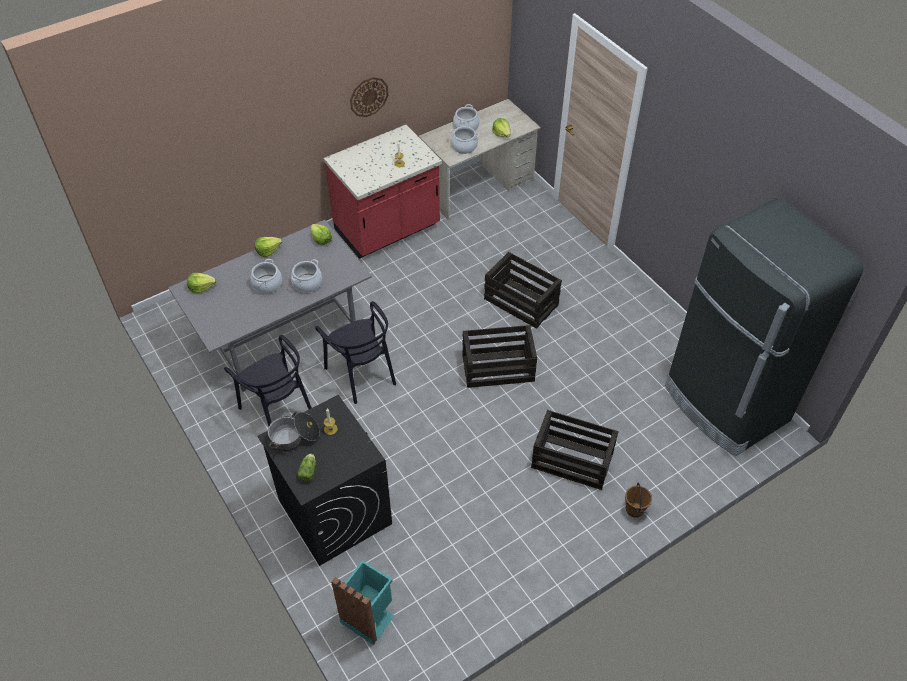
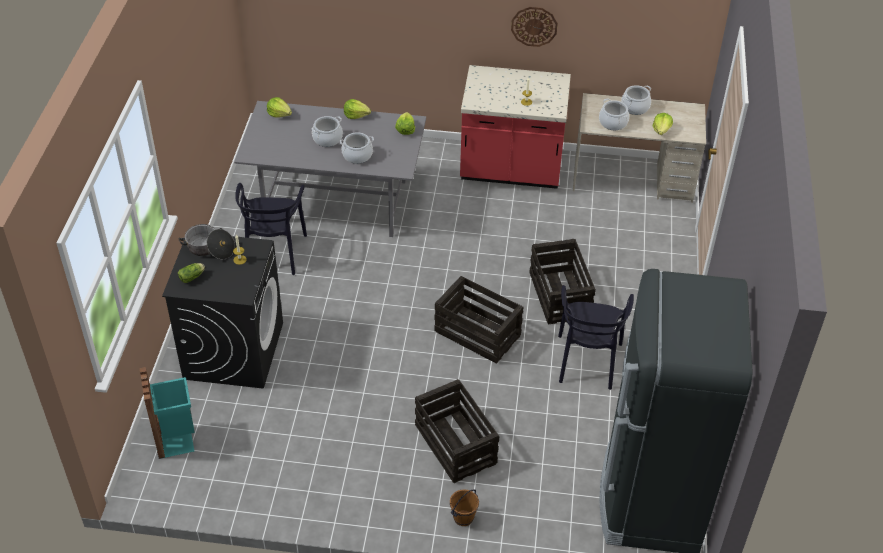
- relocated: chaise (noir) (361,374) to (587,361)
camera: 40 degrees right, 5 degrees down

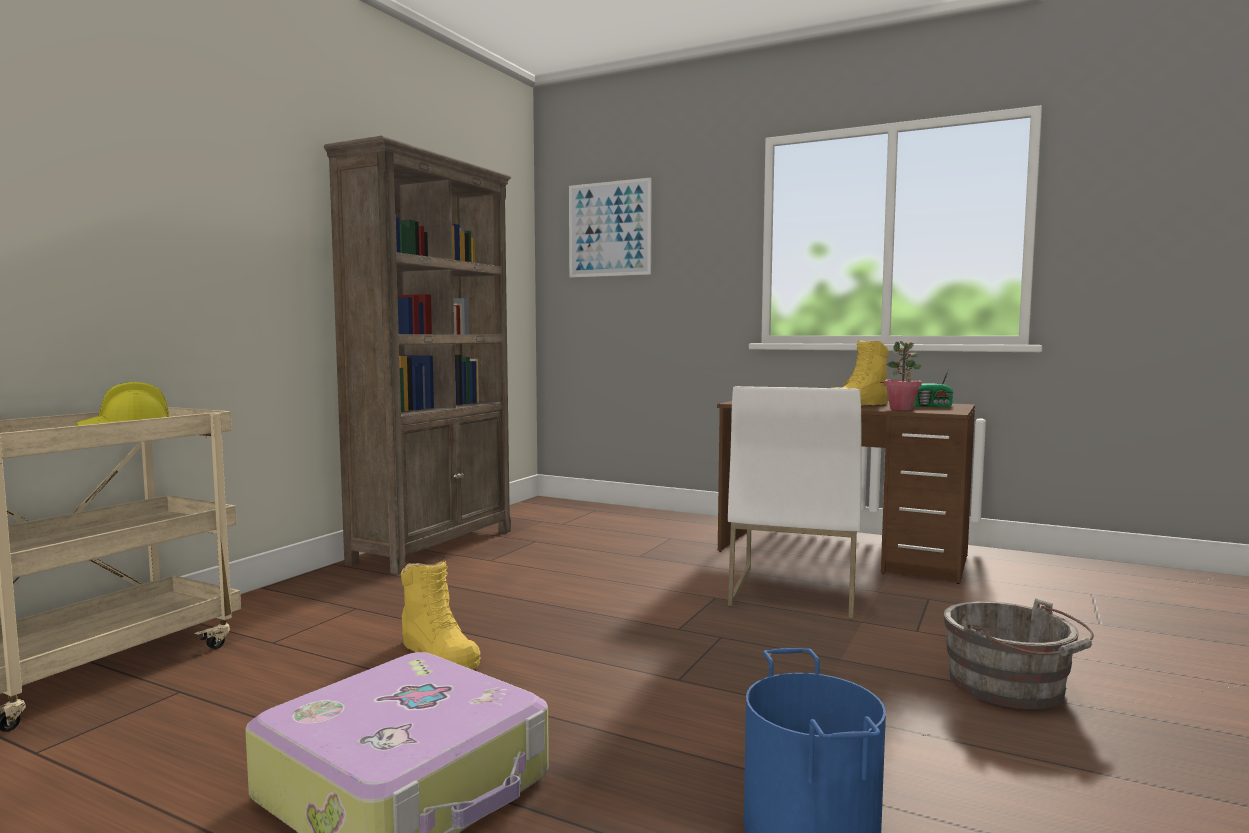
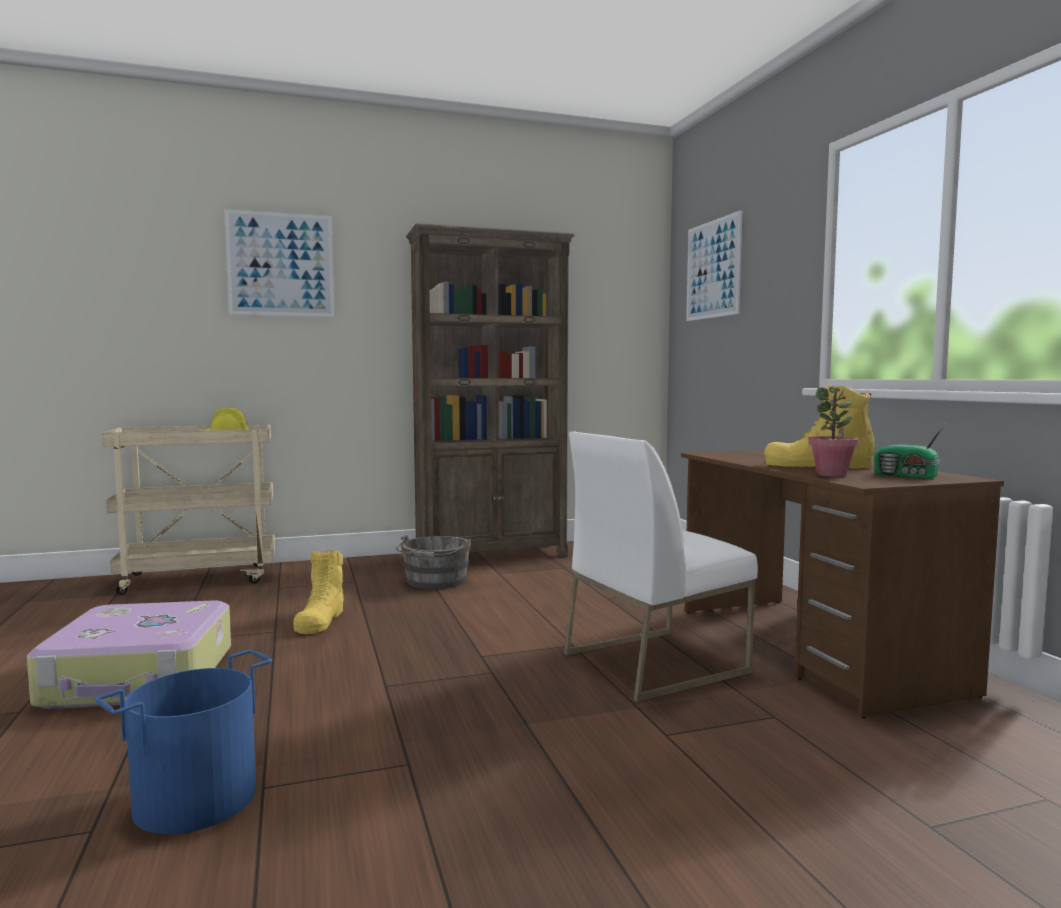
- relocated: seau (gris) (1012,687) to (435,581)
- appeared: tableau (281,264)
camera: 45 degrees right, 0 degrees up

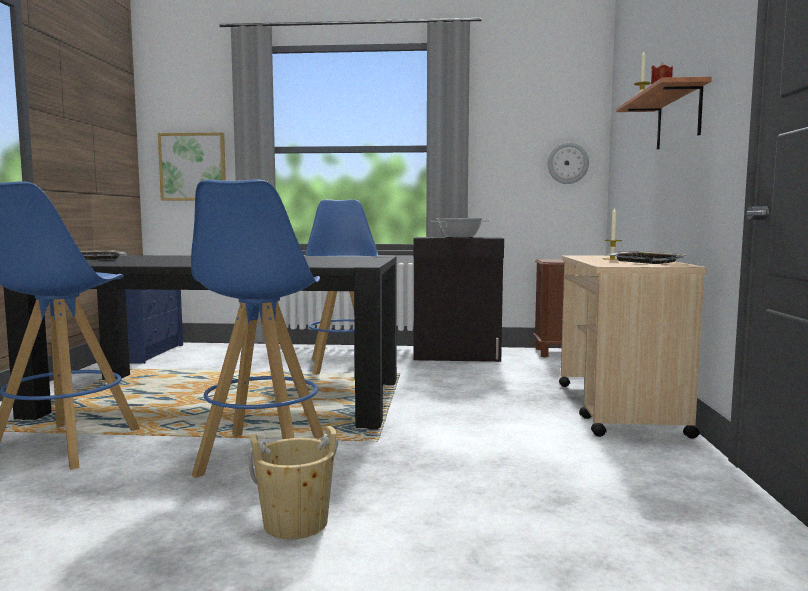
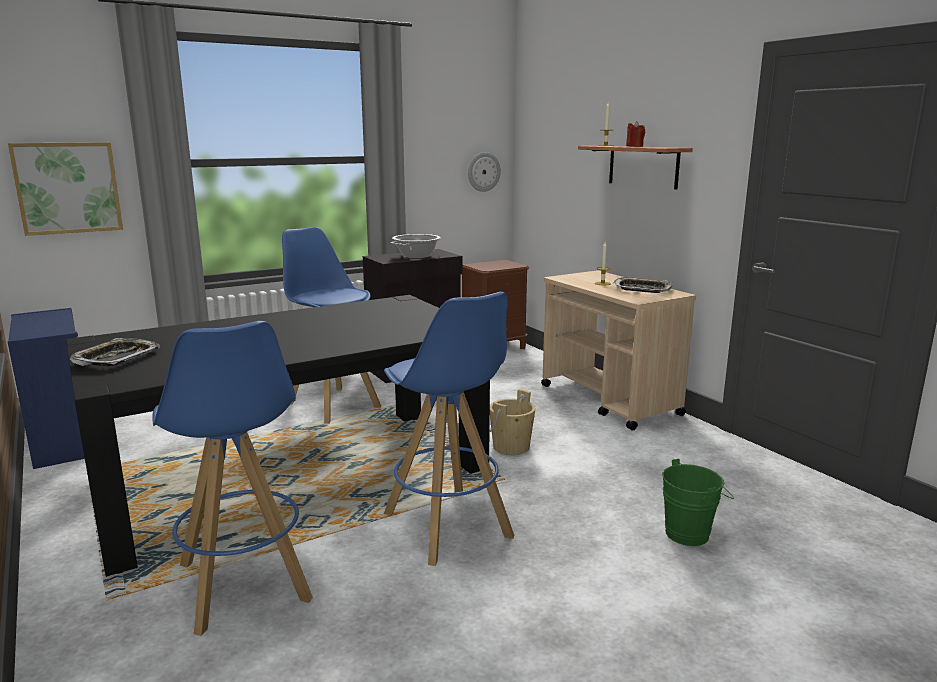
- relocated: seau (beige) (295,523) to (511,447)
- appeared: seau (vert) (691,533)
camera: 35 degrees left, 10 degrees up

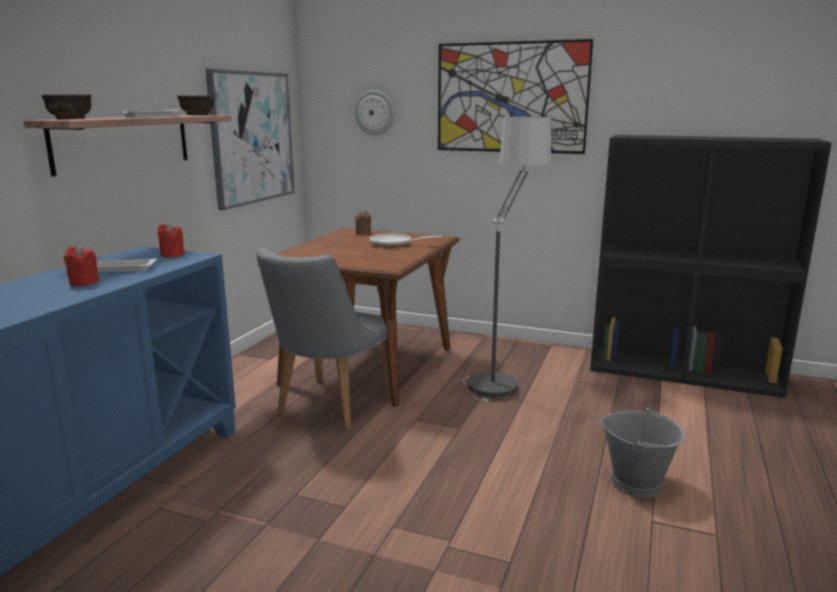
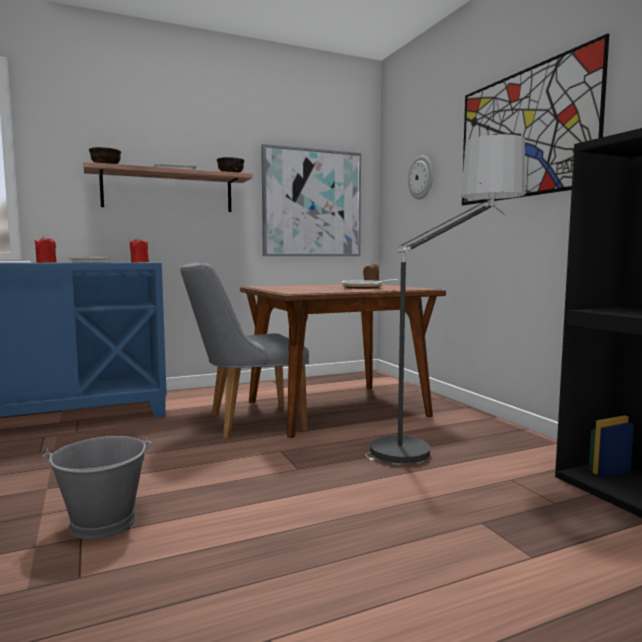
- relocated: seau (gris) (637,482) to (104,523)
camera: 45 degrees right, 10 degrees down

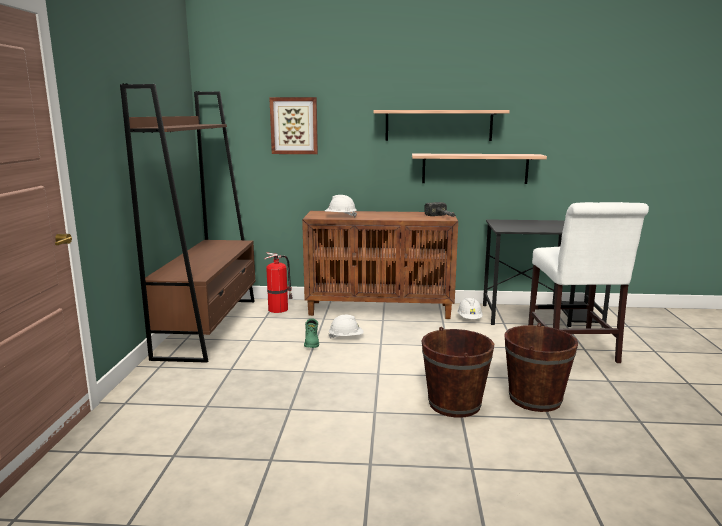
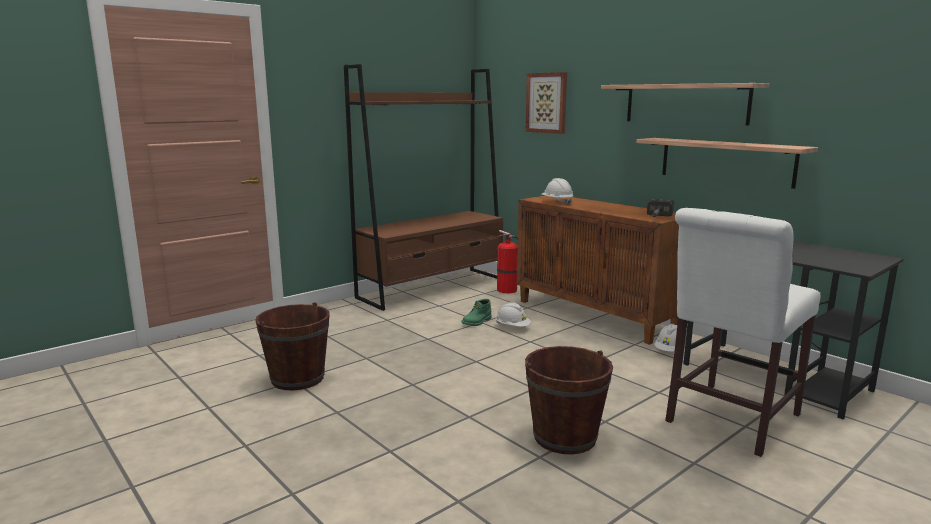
- relocated: seau (marron) (454,404) to (298,378)
camera: 45 degrees right, 0 degrees up

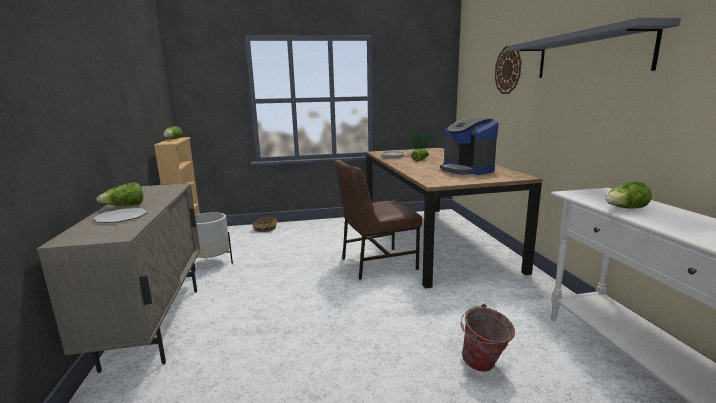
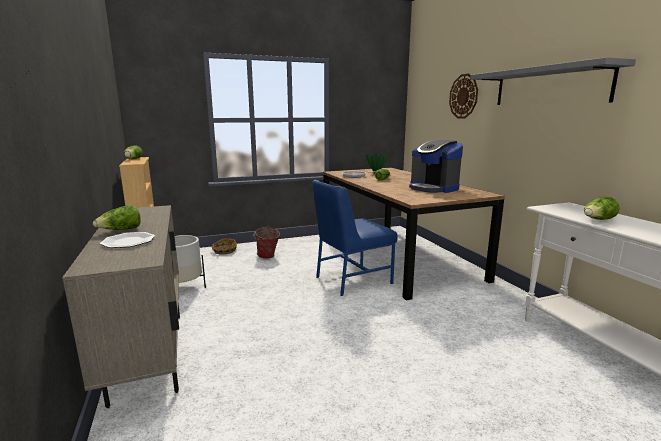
- colour: chaise (marron) (377,263) to chaise (bleu) (351,279)
- relocated: seau (483,366) to (267,257)
camera: 10 degrees left, 0 degrees up

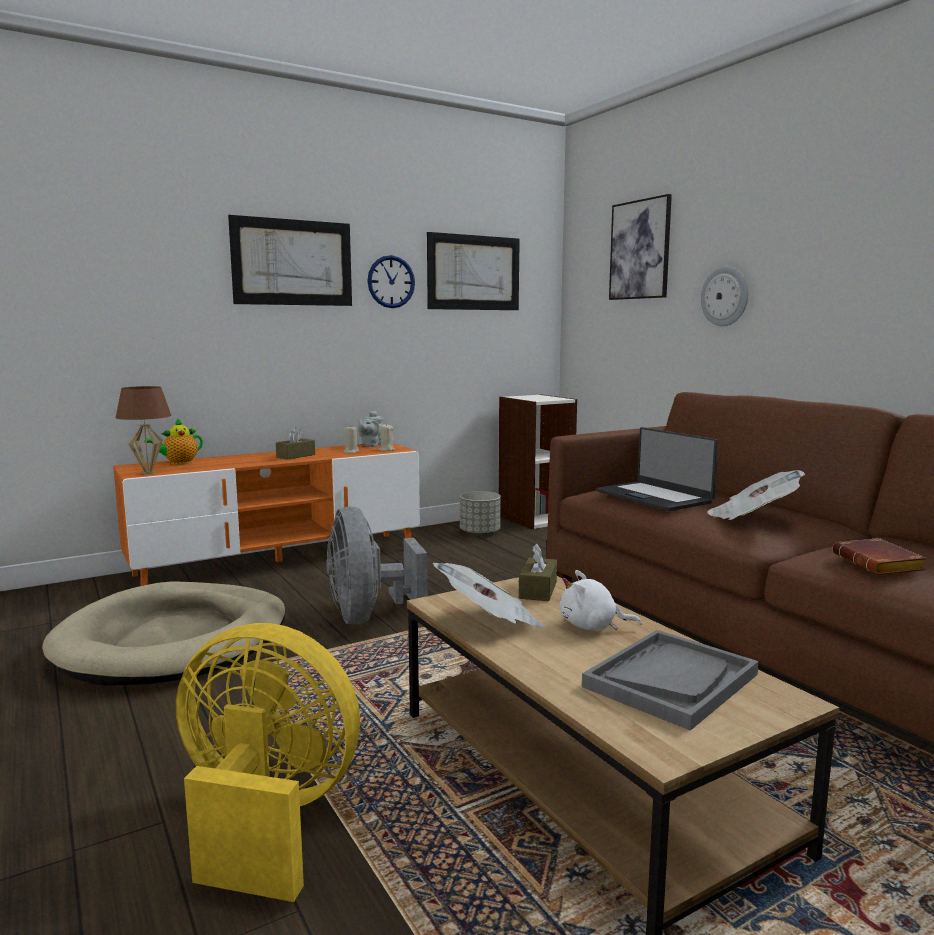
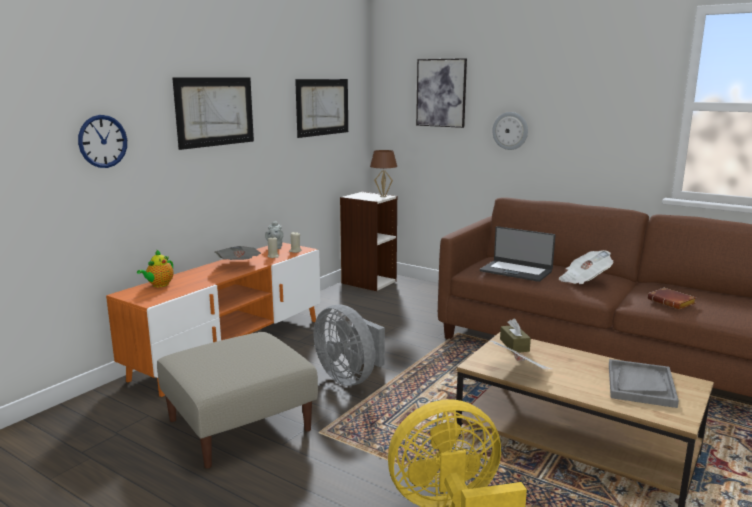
- relocated: horloge murale (391,282) to (102,141)
- relocated: lampe de table (marron) (148,472) to (383,196)
- exchanged: boîte à mouchoirs (marron) (296,456) to journal (239,265)
- missing: cache-pot (gris) (480,533)
- missing: peluche (blanc) (592,627)
- exchanged: panier pour chien (beige) (174,640) to pouf (beige) (240,424)
camera: 25 degrees left, 5 degrees up

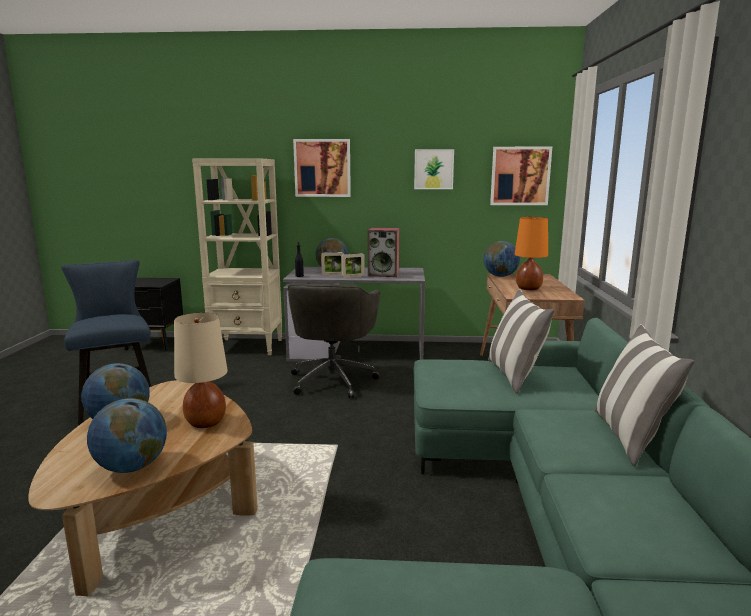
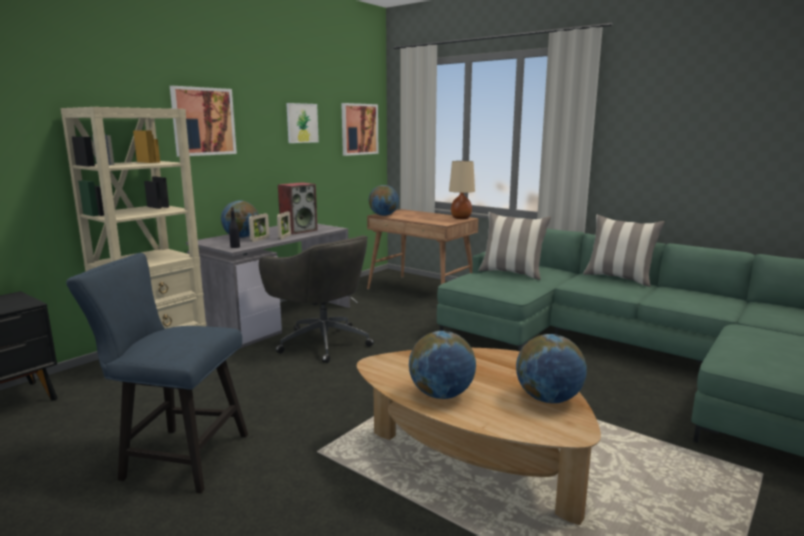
- missing: lampe de table (orange) (528,289)
- relocated: lampe de table (beige) (206,422) to (460,218)
camera: 55 degrees left, 0 degrees up

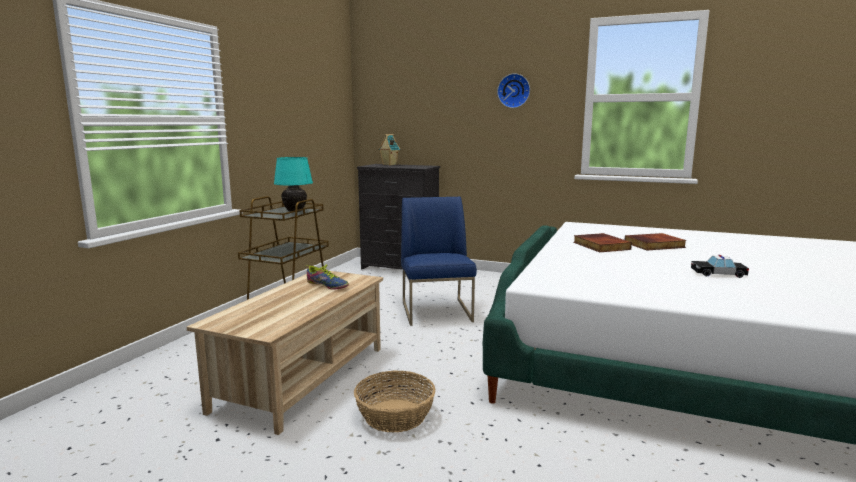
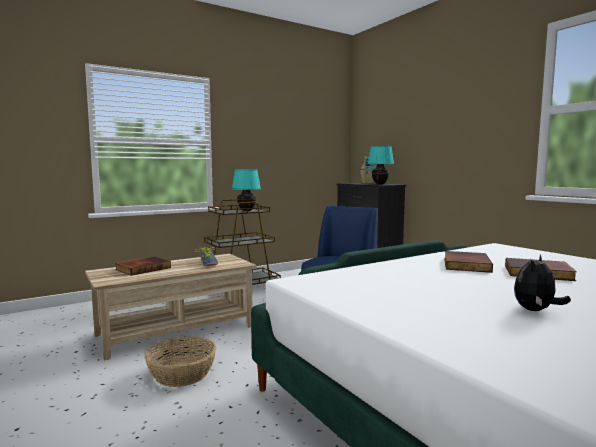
- missing: horloge murale (514,91)
- exchanged: petite voiture (718,274) to peluche (536,310)
- appeared: lampe de table (turquoise) (380,184)
- appeared: livre (143,268)
camera: 35 degrees right, 5 degrees down

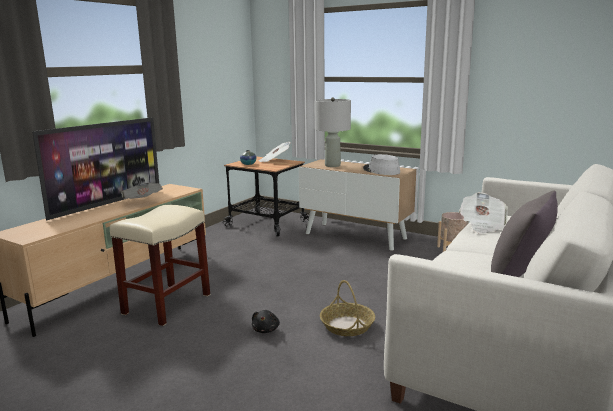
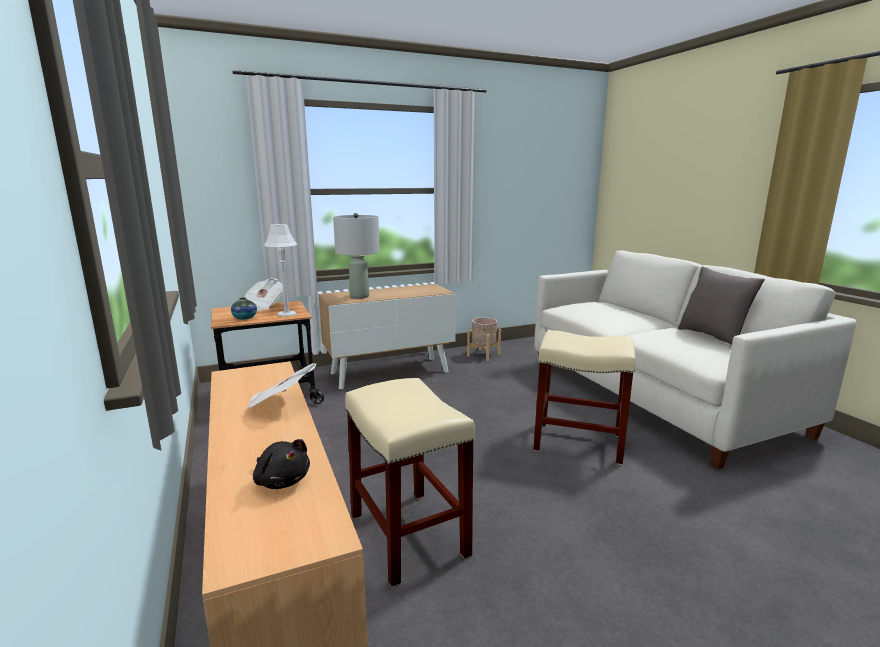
- missing: téléviseur (107,203)
- missing: chapeau (gris) (381,170)
- missing: journal (482,226)
- exchanged: panier (347,325) to tabouret (beige) (577,442)
- relocated: peluche (noir) (266,330) to (282,481)
- appeared: lampe de table (gris) (287,314)
camera: 55 degrees left, 0 degrees up

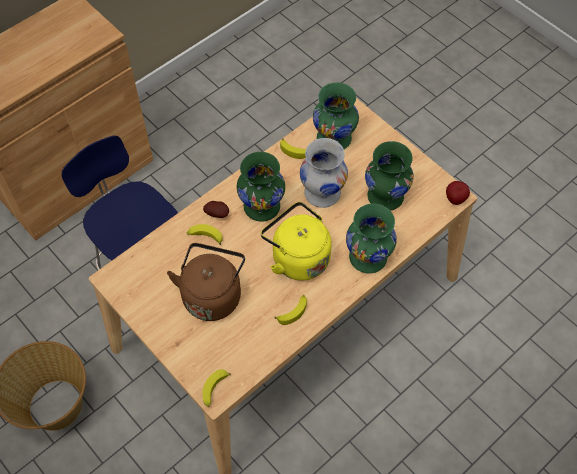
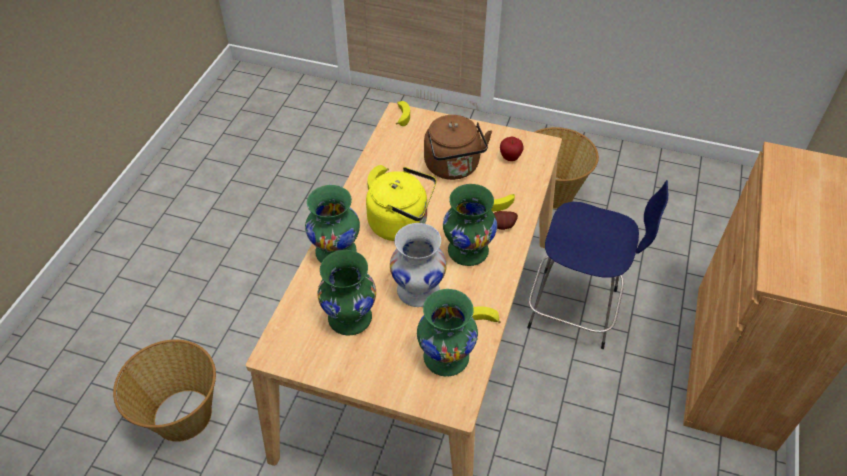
- relocated: pomme (455,200) to (510,158)
- appeared: panier (181,415)
camera: 150 degrees right, 10 degrees down

